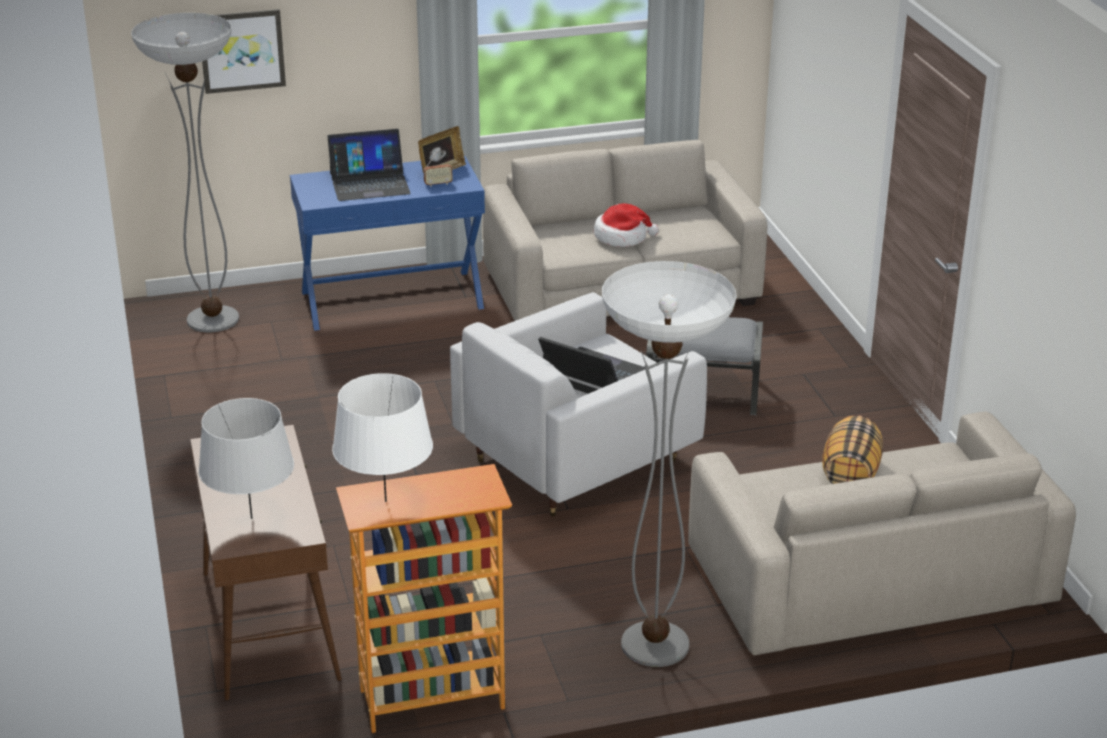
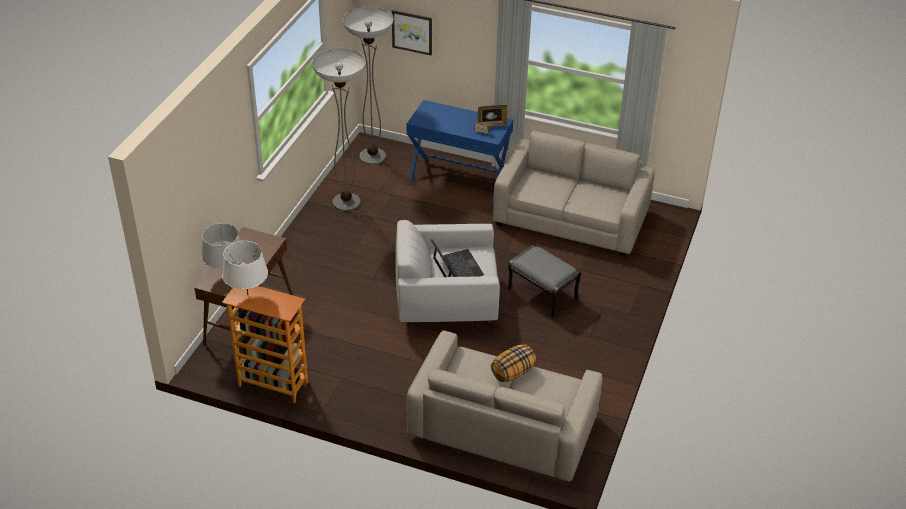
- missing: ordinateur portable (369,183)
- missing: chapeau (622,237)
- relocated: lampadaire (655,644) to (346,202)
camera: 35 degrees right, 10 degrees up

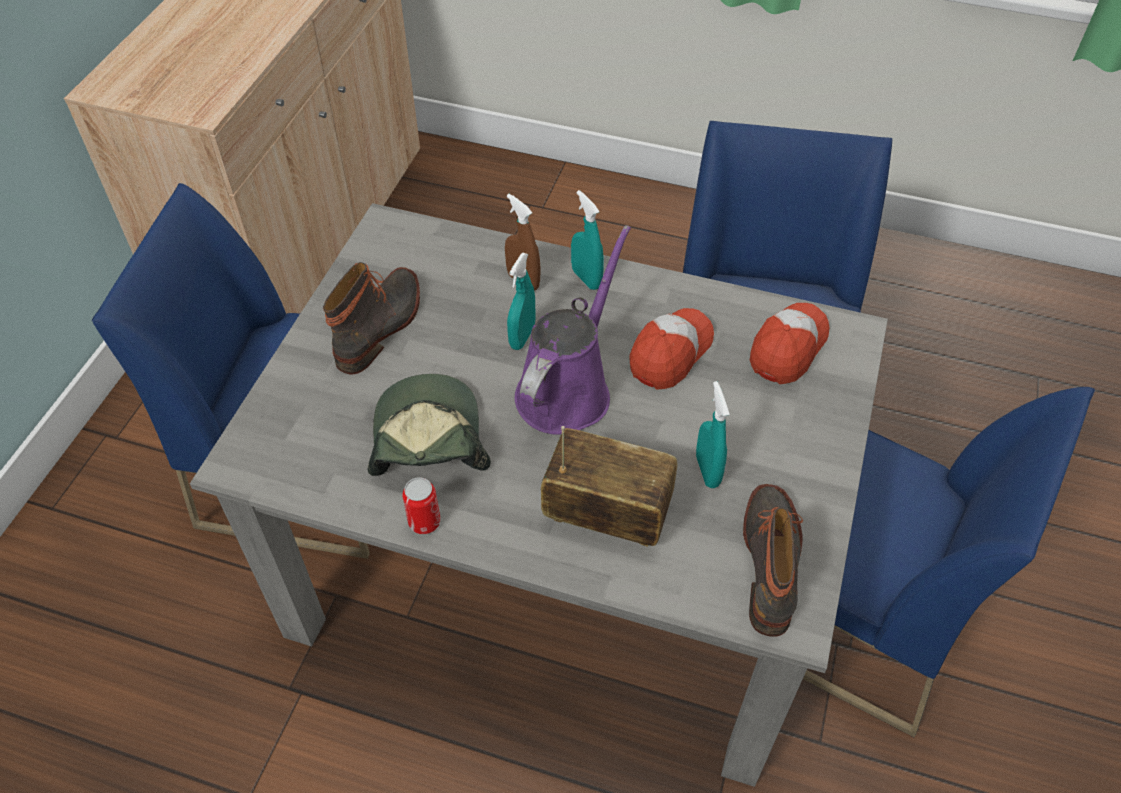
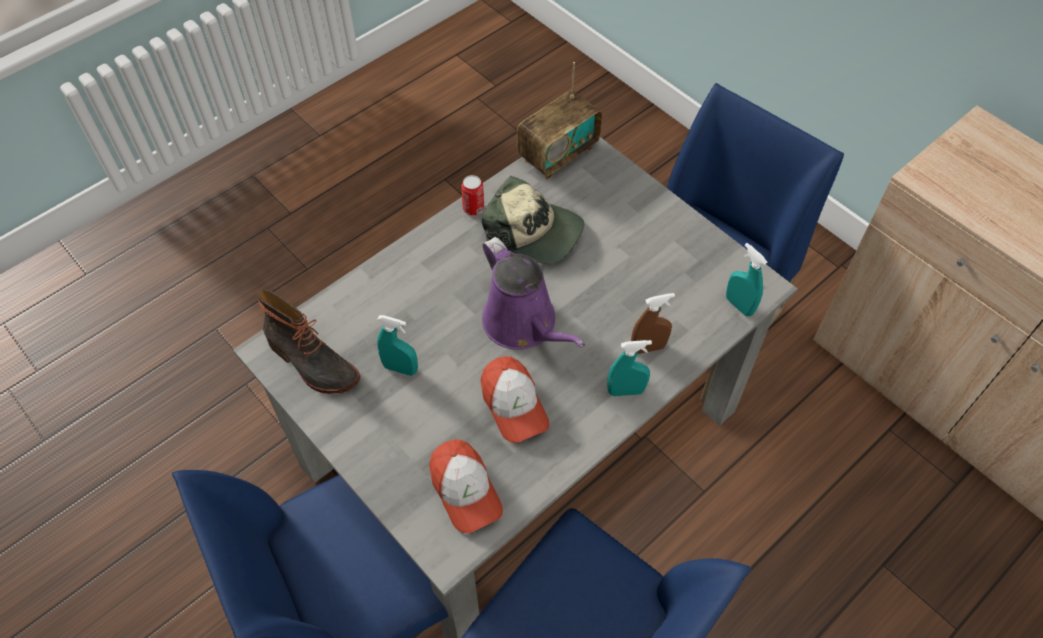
- relocated: vaporisateur (turquoise) (522,337) to (739,305)
- missing: botte (381,327)
- relocated: radio (607,514) to (558,154)
camera: 120 degrees right, 5 degrees up

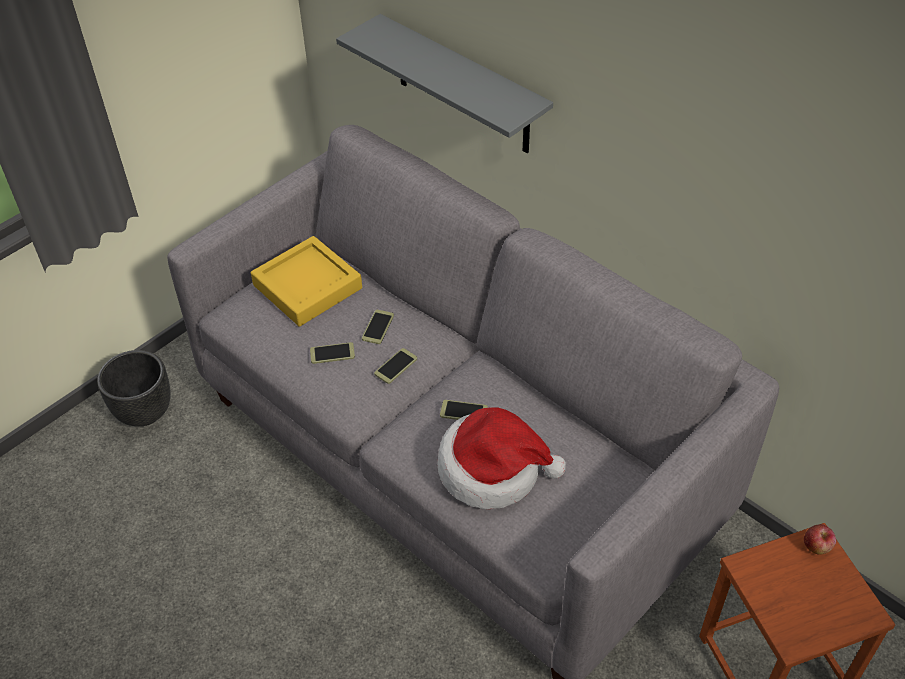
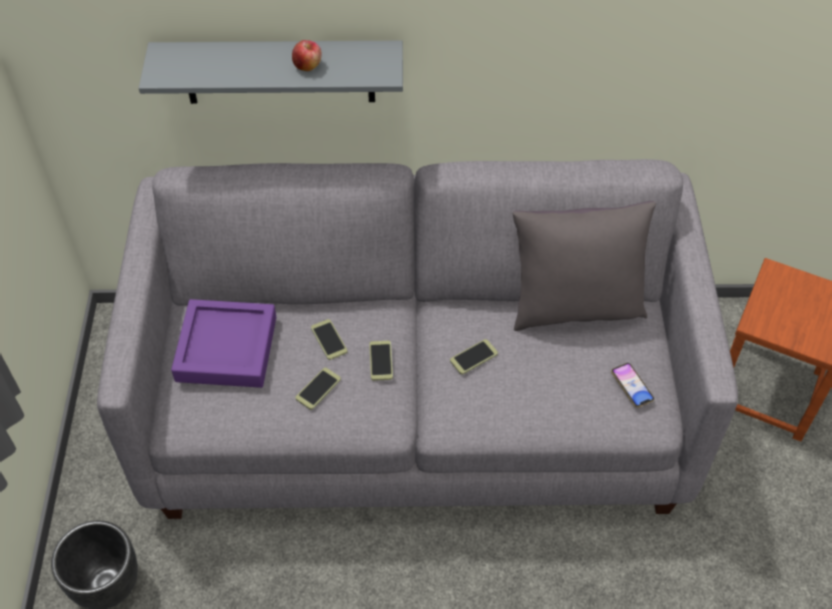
- colour: plateau (jaune) (307,287) to plateau (violet) (226,349)
- missing: chapeau (493,469)
- relocated: pomme (816,546) to (307,65)
- appeared: coussin (gris) (574,307)
- appeared: téléphone (631,387)
camera: 45 degrees left, 5 degrees up

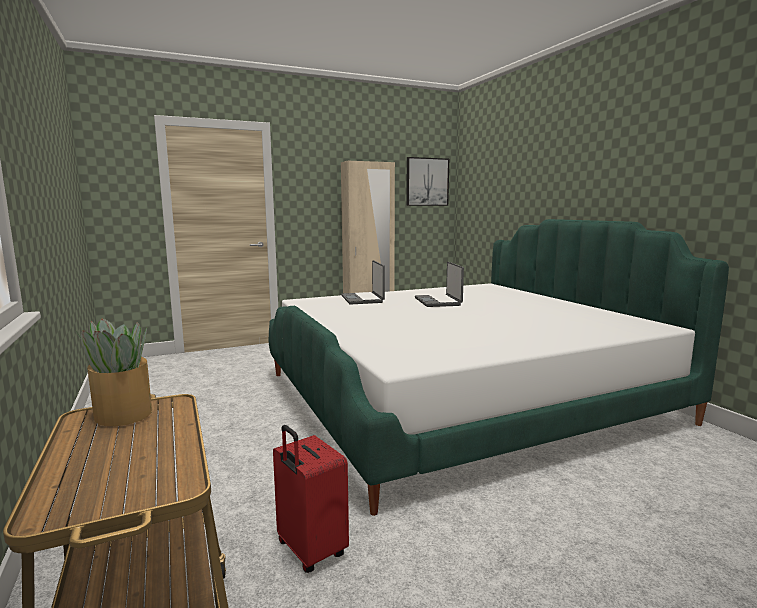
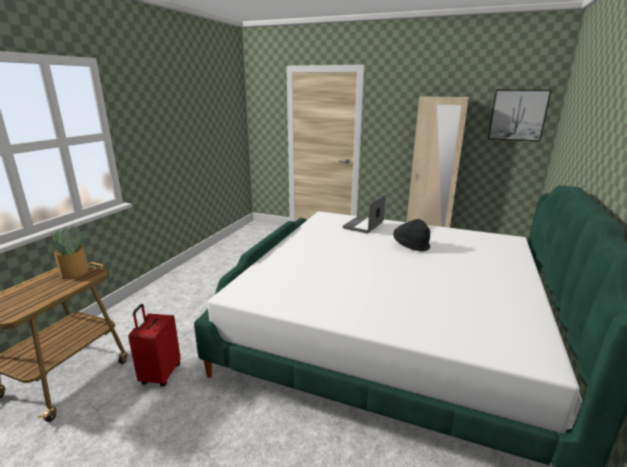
- exchanged: ordinateur portable (438,302) to chapeau (noir) (410,246)
camera: 45 degrees right, 10 degrees up

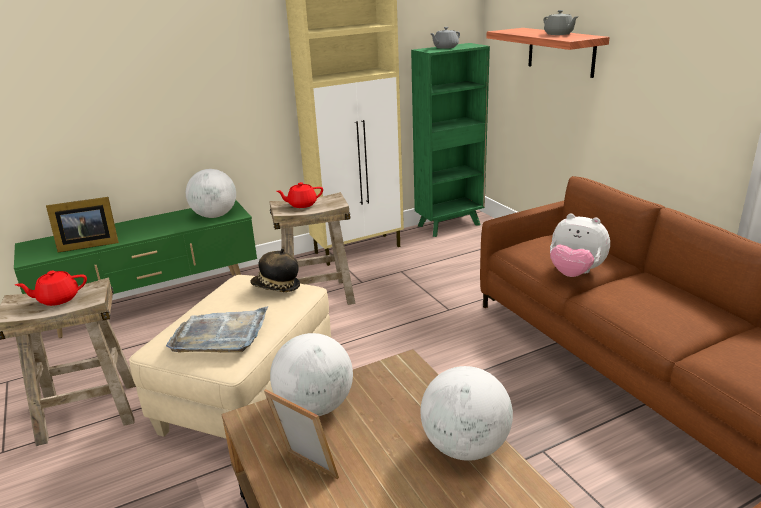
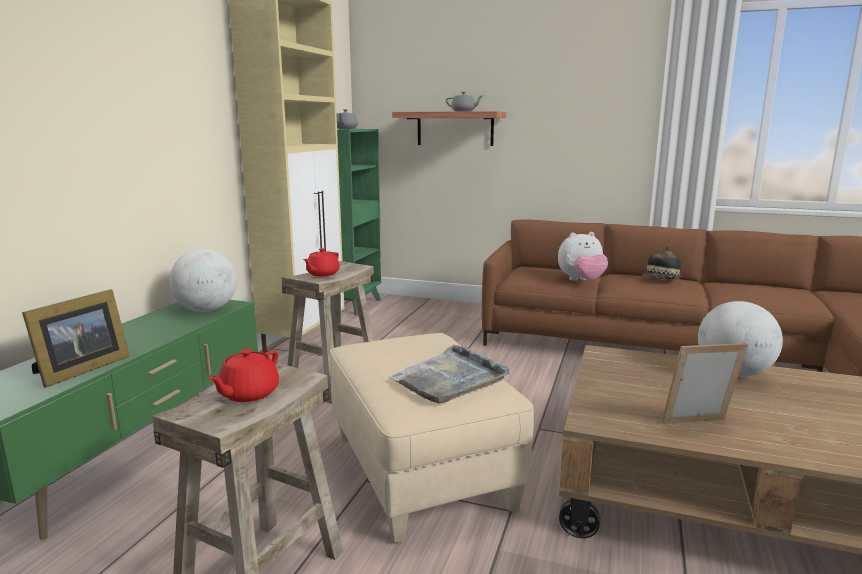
- relocated: chapeau (276,288) to (661,281)
- missing: globe (315,407)
camera: 45 degrees left, 10 degrees down

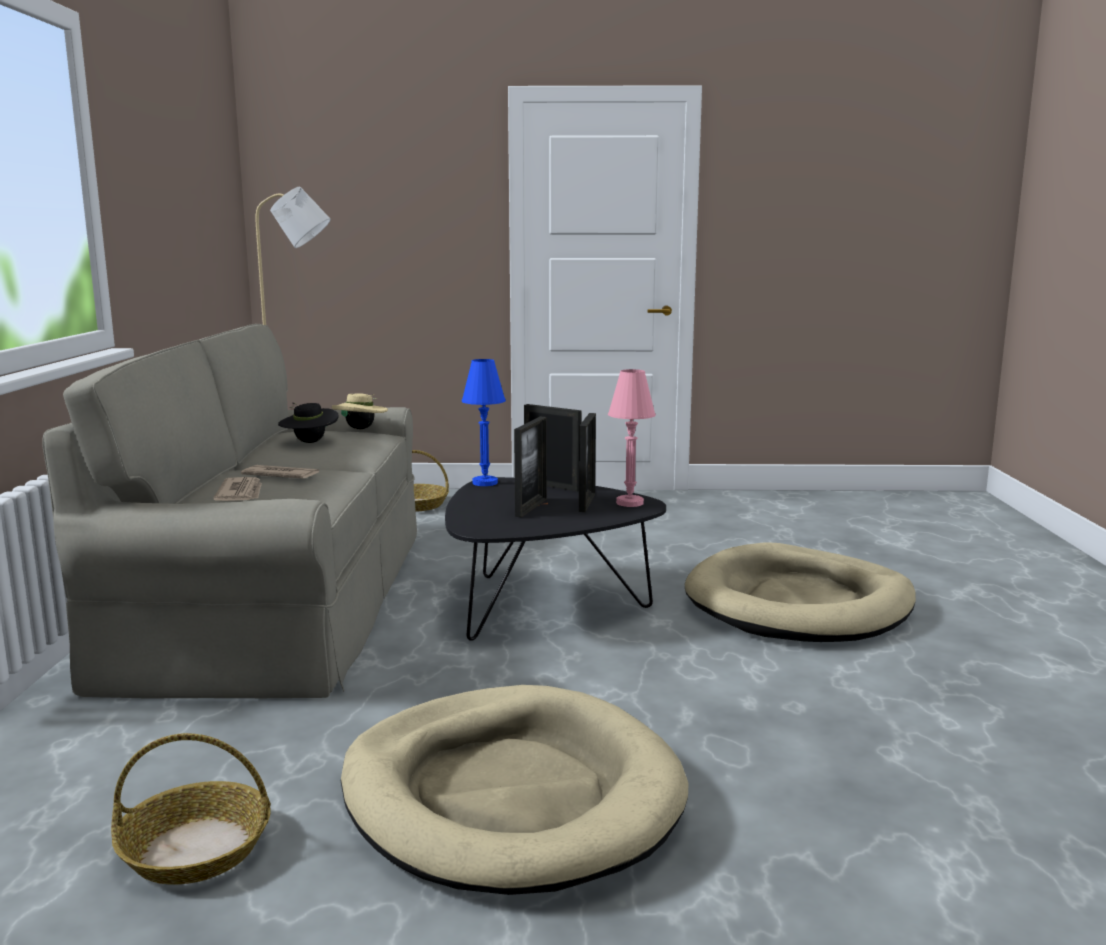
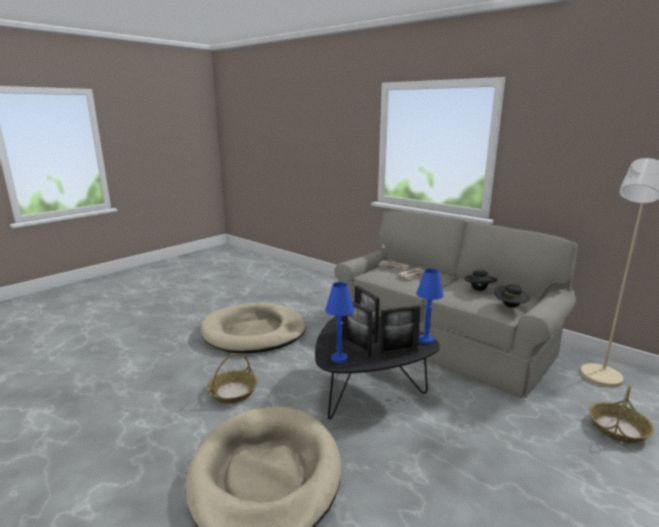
- colour: lampe de table (rose) (629,503) to lampe de table (bleu) (339,359)
- colour: chapeau (beige) (361,429) to chapeau (noir) (510,306)
- relocated: panier (197,849) to (232,392)
camera: 130 degrees right, 5 degrees up

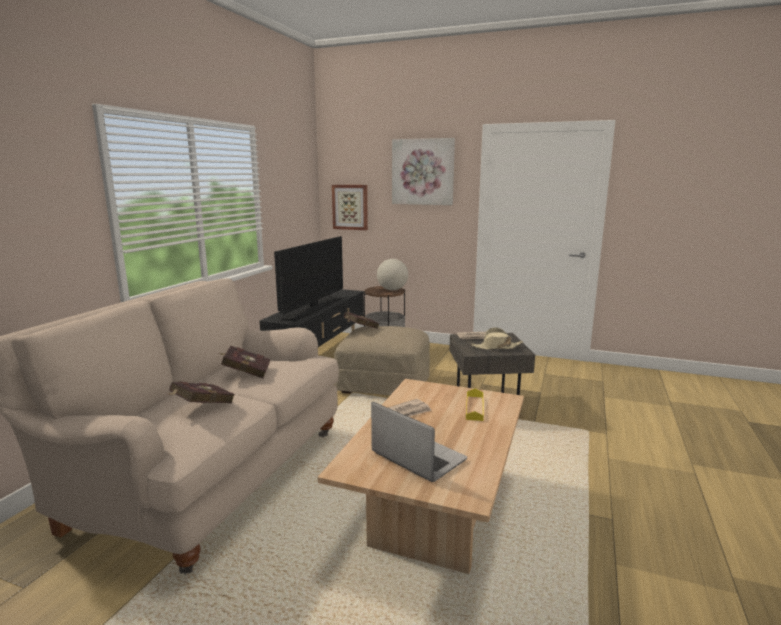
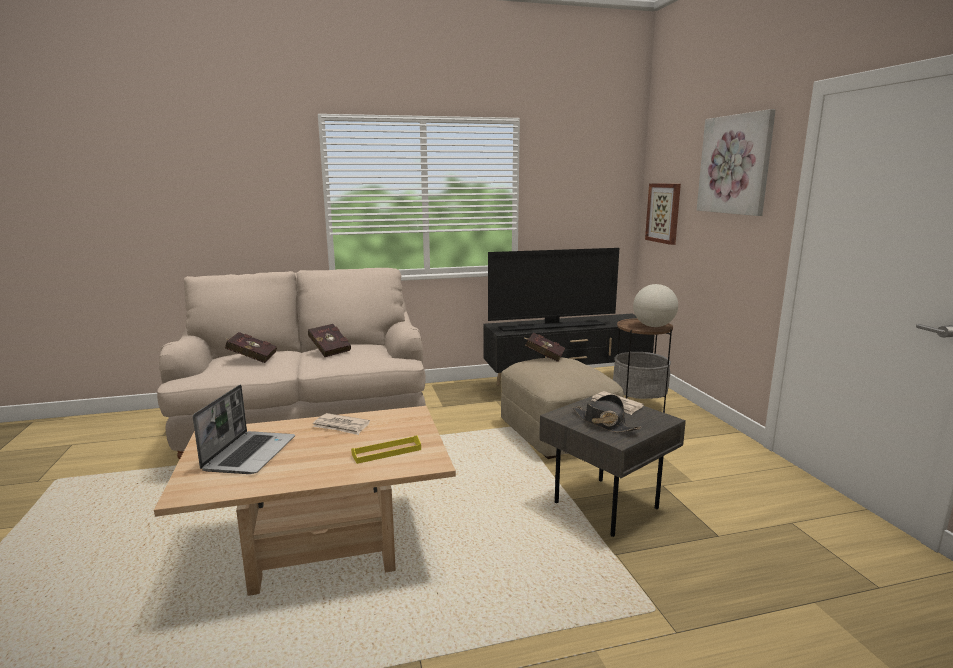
- colour: chapeau (beige) (496,347) to chapeau (noir) (604,423)
camera: 55 degrees right, 0 degrees up

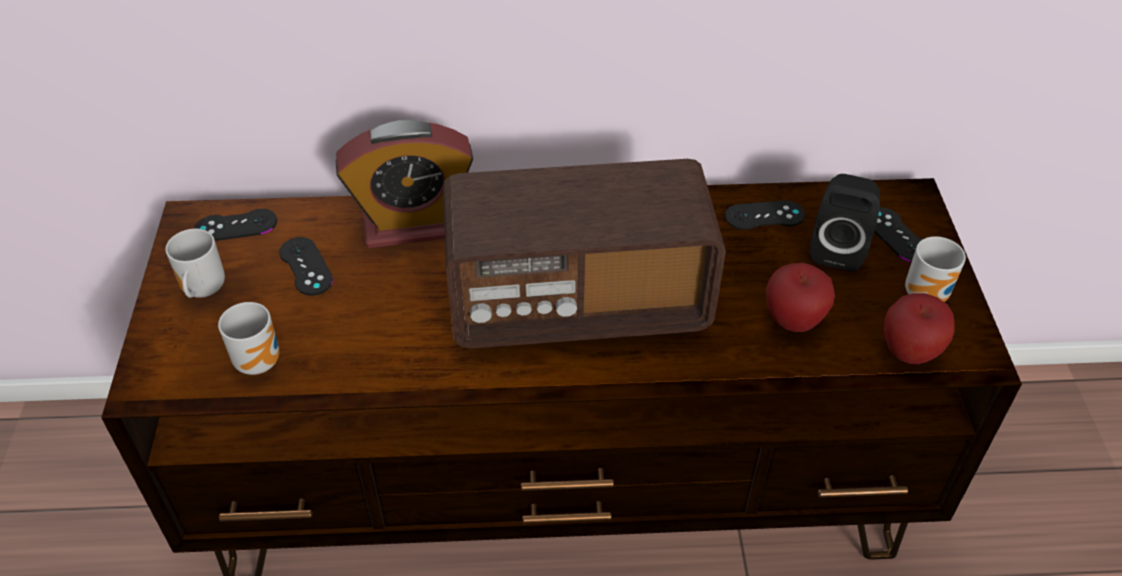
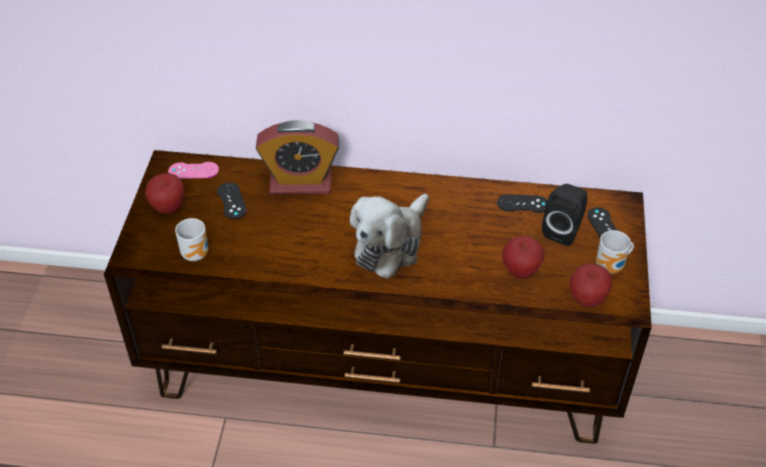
- exchanged: radio (578,303) to peluche (390,244)
- colour: manette (noir) (236,226) to manette (rose) (193,170)
- exchanged: mug (202,290) to pomme (168,208)
camera: 10 degrees right, 0 degrees up

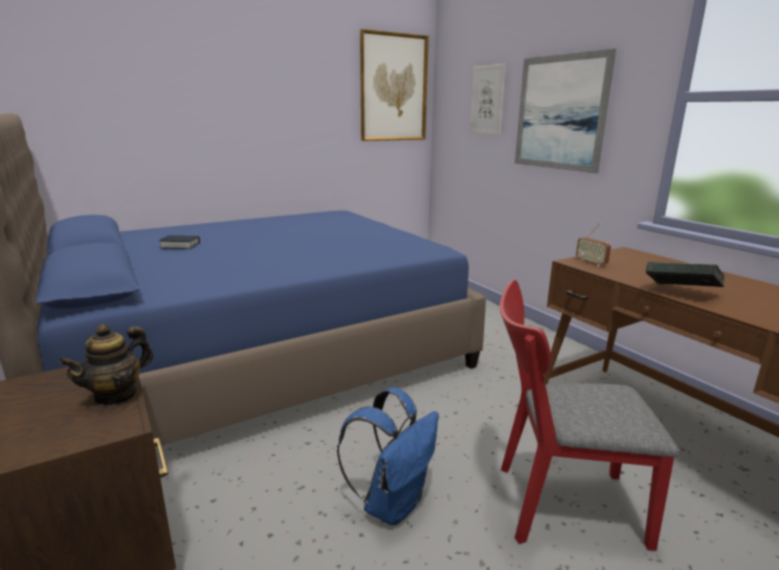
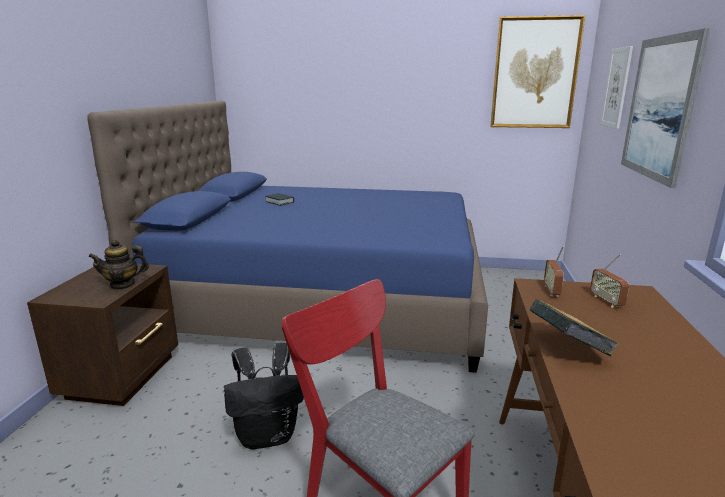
- colour: sac à dos (bleu) (392,503) to sac à dos (noir) (268,435)
- appeared: radio (606,301)
camera: 40 degrees right, 0 degrees up

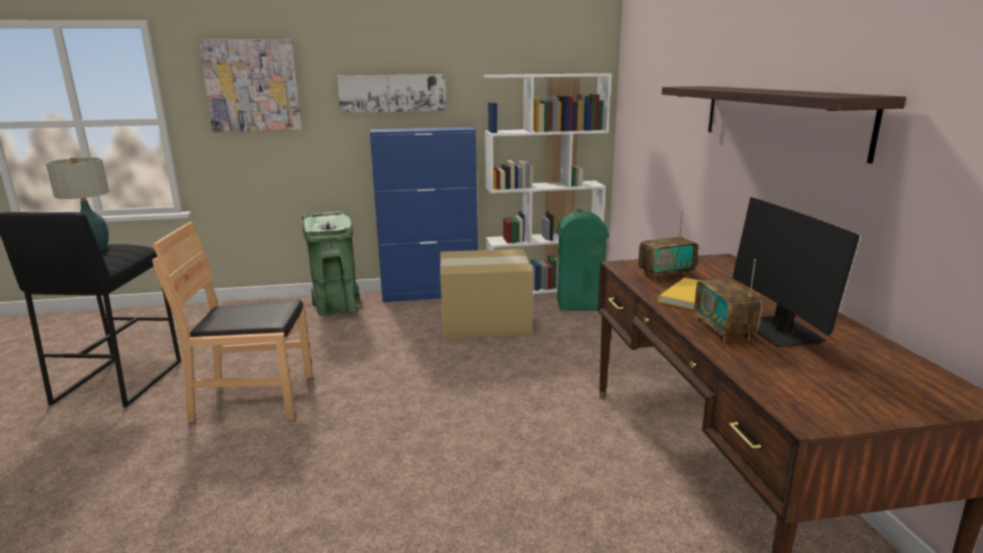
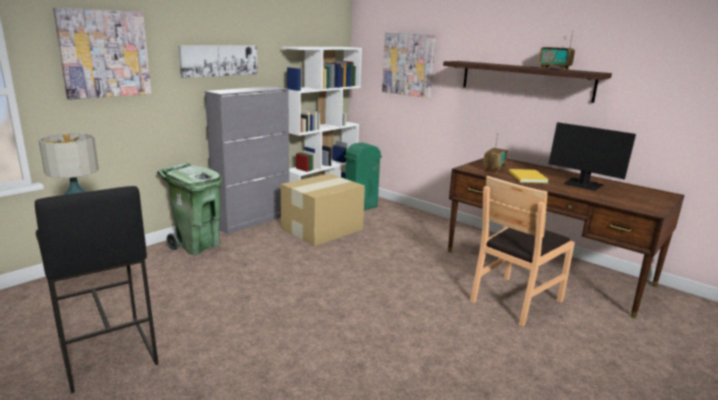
- colour: meuble de rangement (bleu) (430,293) to meuble de rangement (gris) (253,220)
- relocated: chaise (marron) (254,398) to (515,300)
- relocated: radio (723,330) to (554,68)
- appeared: tableau (408,64)
camera: 40 degrees left, 0 degrees up

